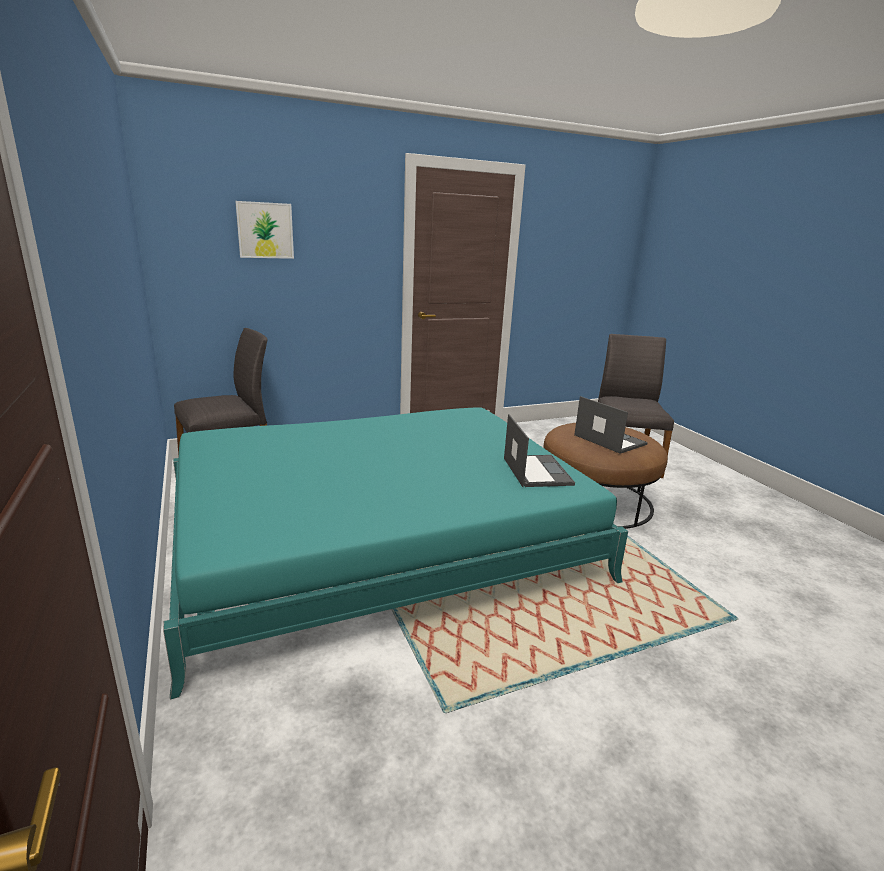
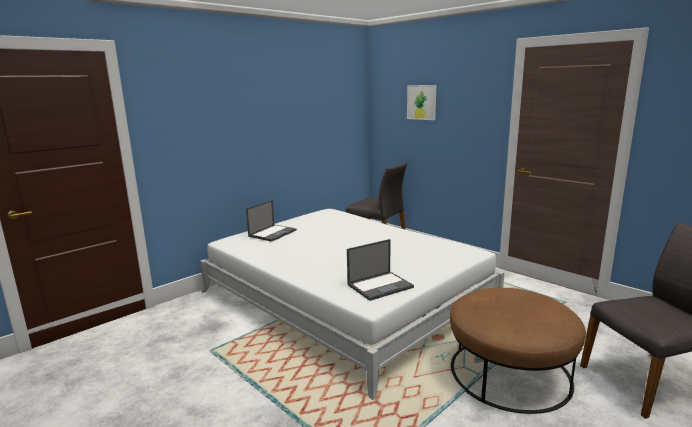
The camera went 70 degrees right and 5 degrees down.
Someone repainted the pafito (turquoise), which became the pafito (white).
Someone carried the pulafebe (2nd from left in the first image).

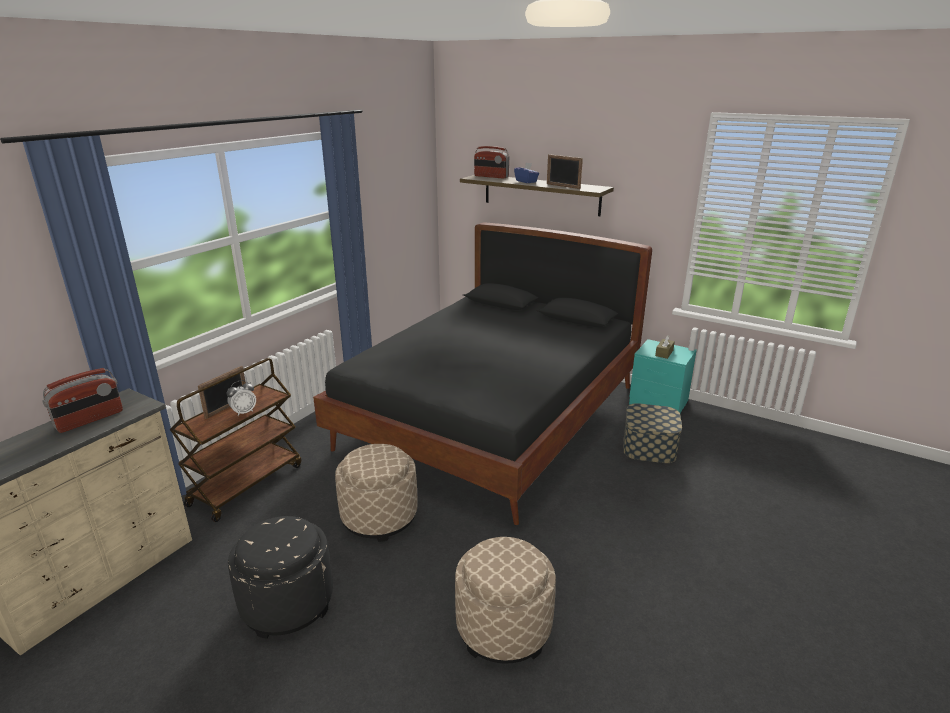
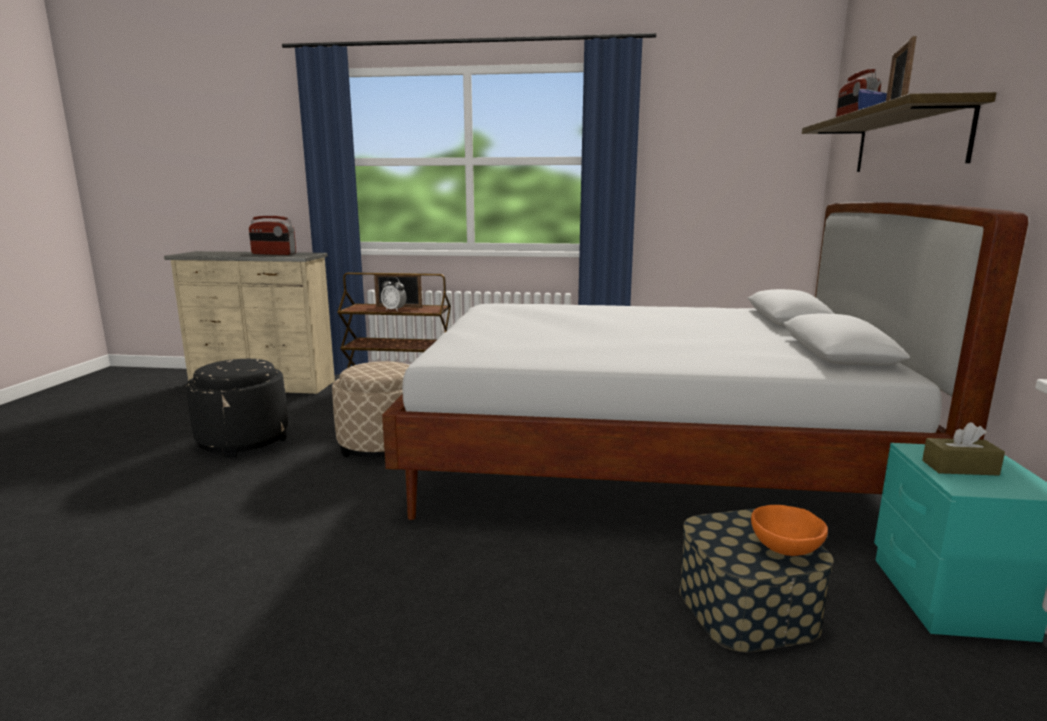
The camera went 65 degrees right and 10 degrees down.
Someone repainted the pafito (black), which became the pafito (white).
Someone put down the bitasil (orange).
Someone took away the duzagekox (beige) (2nd from left).

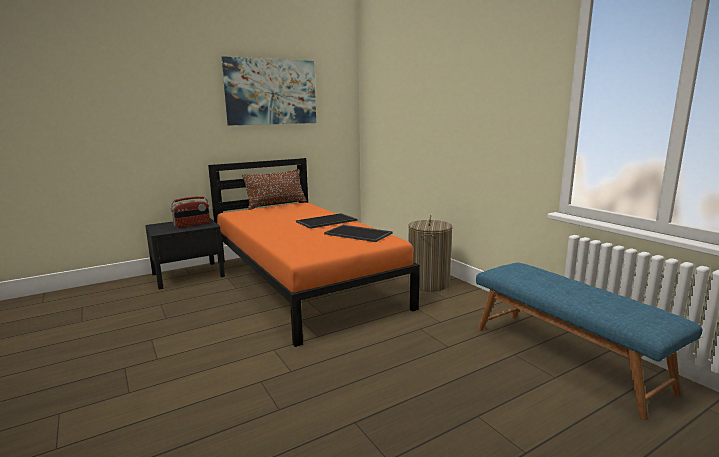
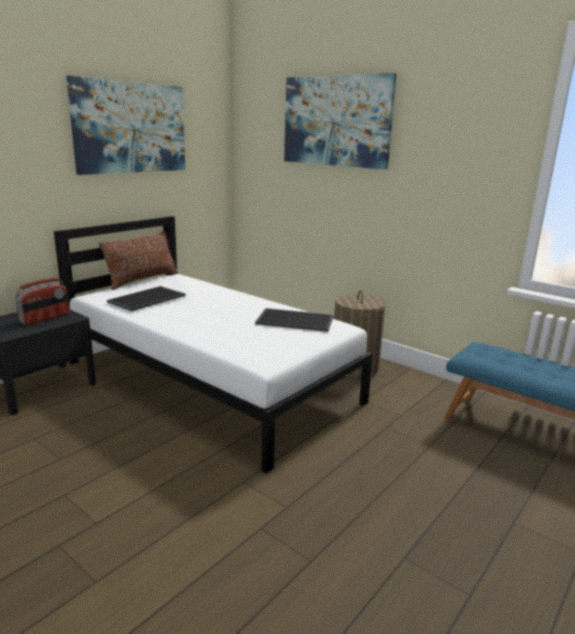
The camera went 20 degrees left and 5 degrees up.
Someone repainted the pafito (orange), which became the pafito (white).
Someone carried the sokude (1st from left).
Someone put up the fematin (2nd from left).

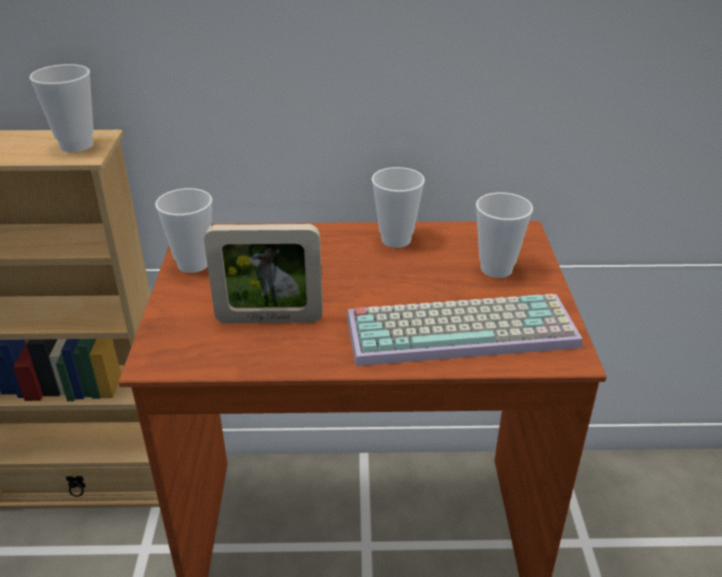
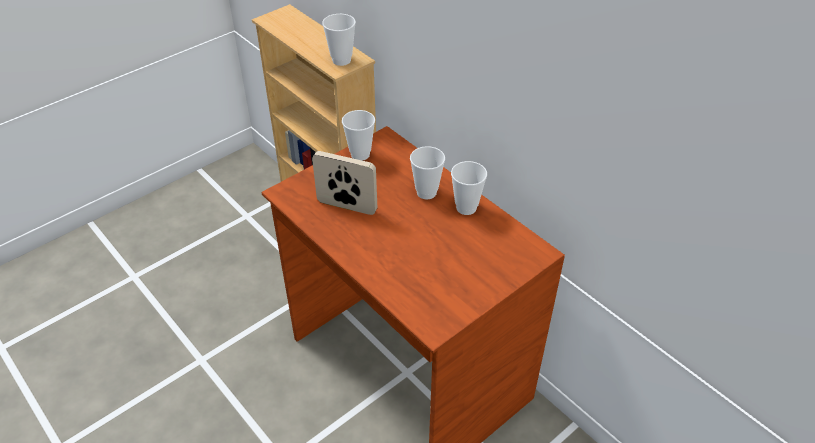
The camera went 50 degrees right and 10 degrees up.
Someone rotated the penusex by 150 degrees clockwise.
Someone carried the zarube (4th from left in the first image).
Someone took away the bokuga.

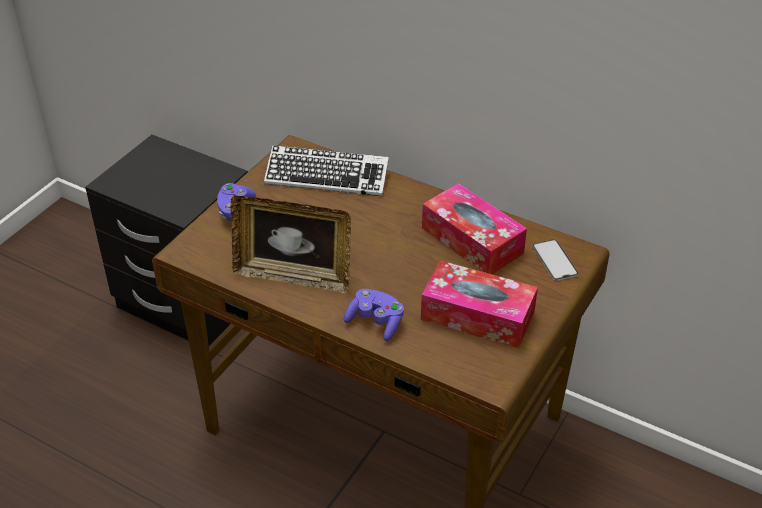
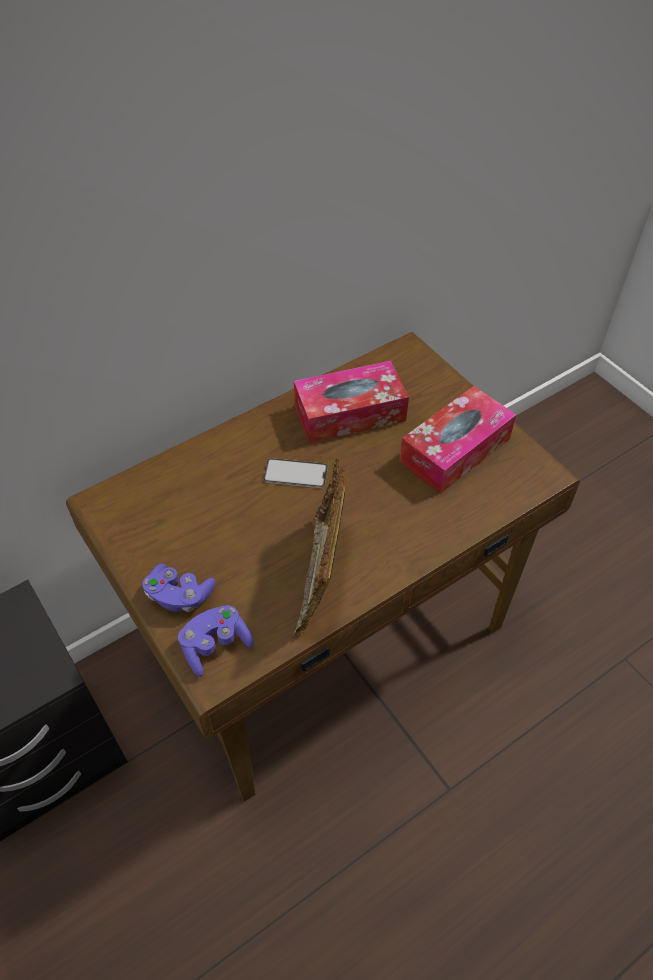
The camera went 65 degrees left and 10 degrees up.
Someone carried the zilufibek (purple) (2nd from left).
Someone carried the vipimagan.
Someone rotated the penusex by 150 degrees clockwise.
Someone took away the bokuga.

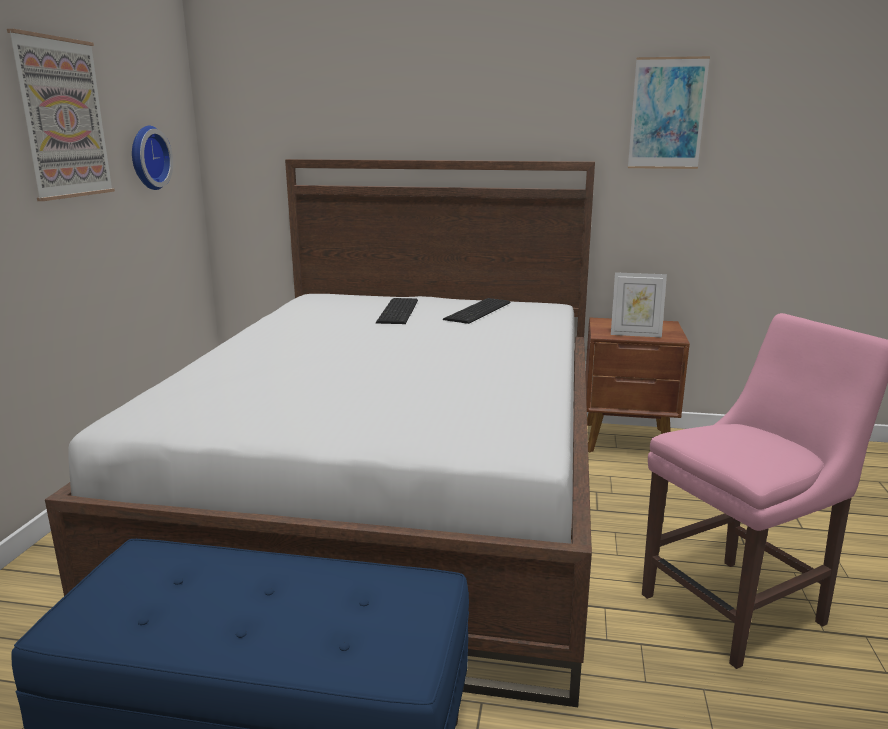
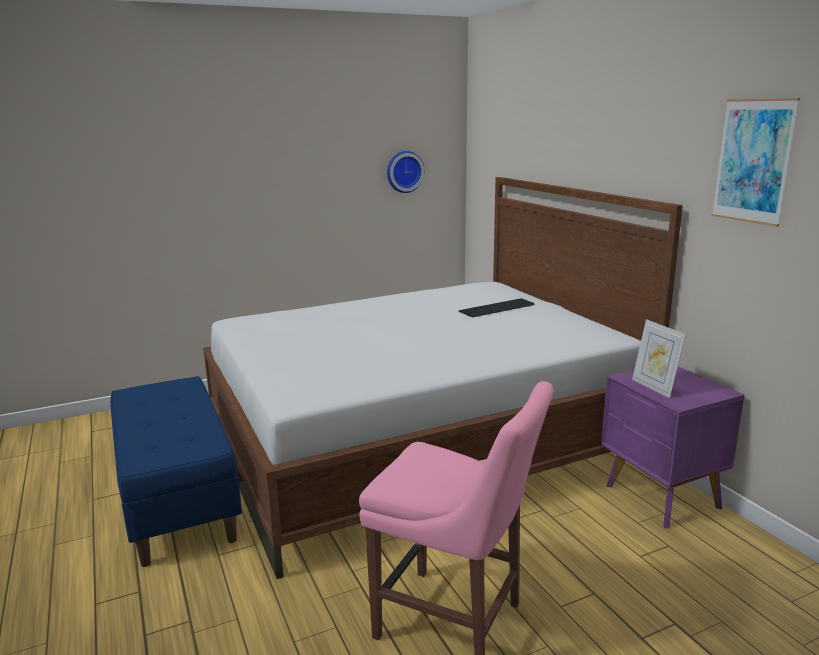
The camera went 55 degrees right and 0 degrees up.
Someone repainted the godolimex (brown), which became the godolimex (purple).
Someone took away the fematin (1st from left).
Someone took away the bokuga (2nd from left).

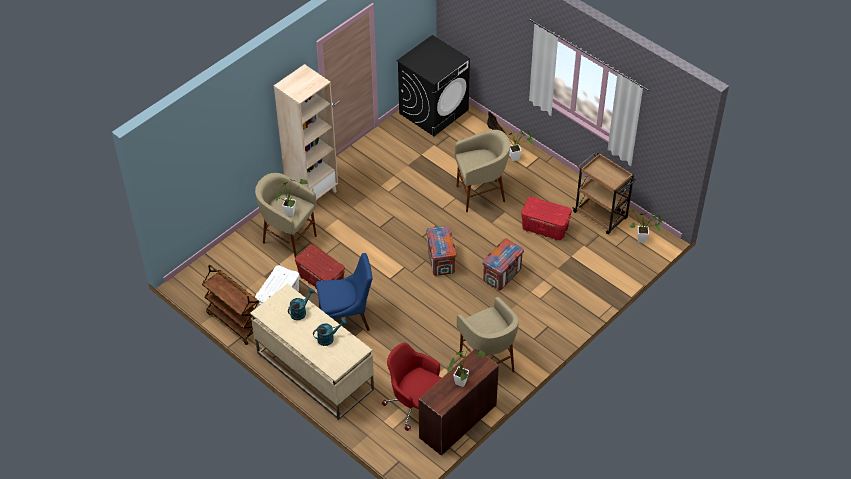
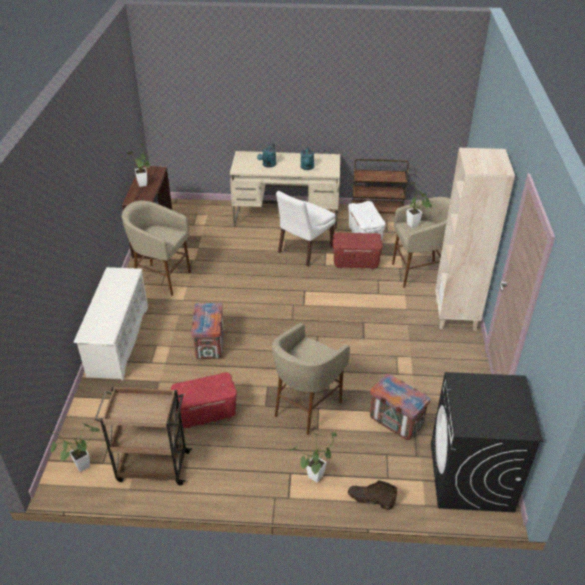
The camera went 140 degrees right and 10 degrees down.
Someone put down the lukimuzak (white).
Someone repainted the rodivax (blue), which became the rodivax (white).
Someone carried the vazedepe (1st from left in the first image).
Someone took away the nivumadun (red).

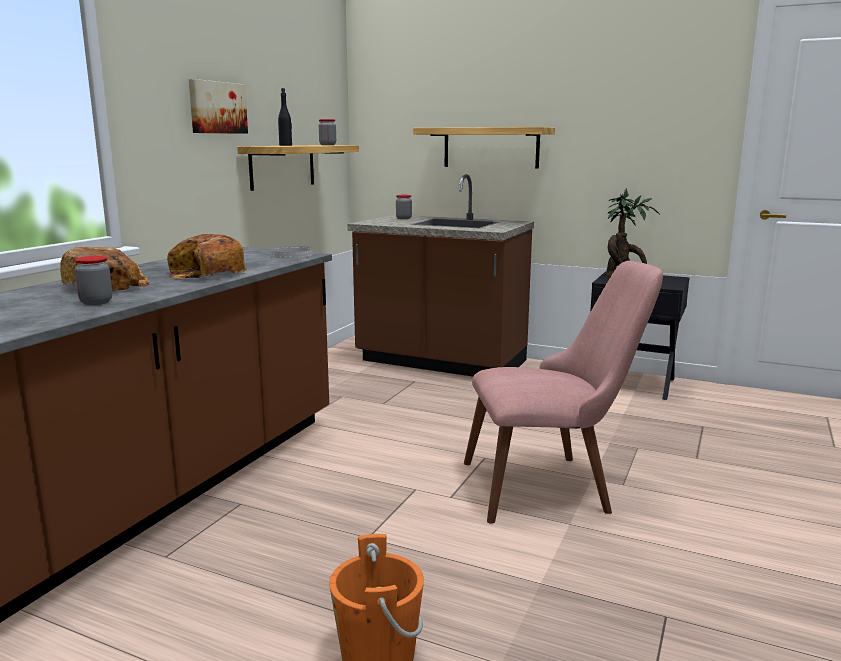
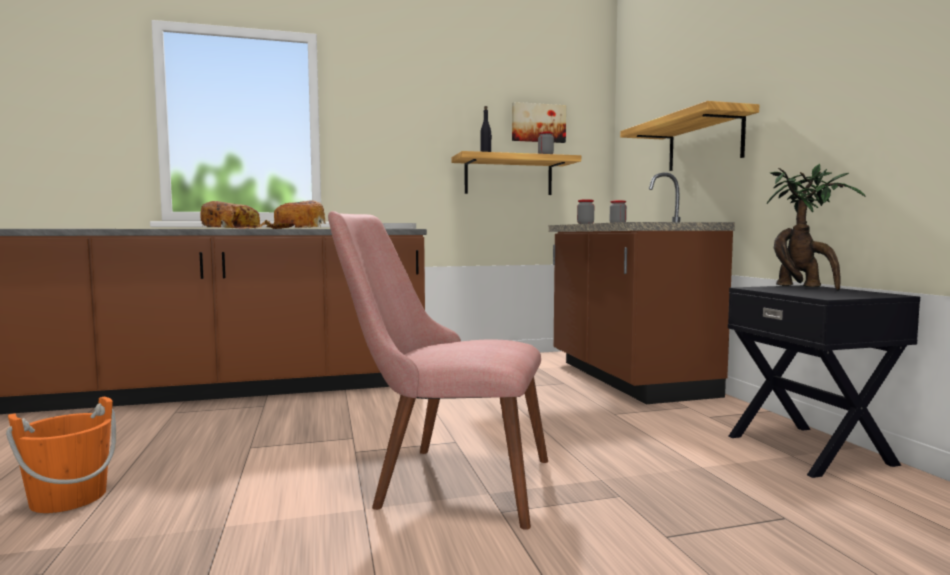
The camera went 50 degrees right and 10 degrees down.
Someone rotated the rodivax (pink) by 150 degrees clockwise.
Someone carried the fematin.
Someone carried the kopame (1st from left in the first image).

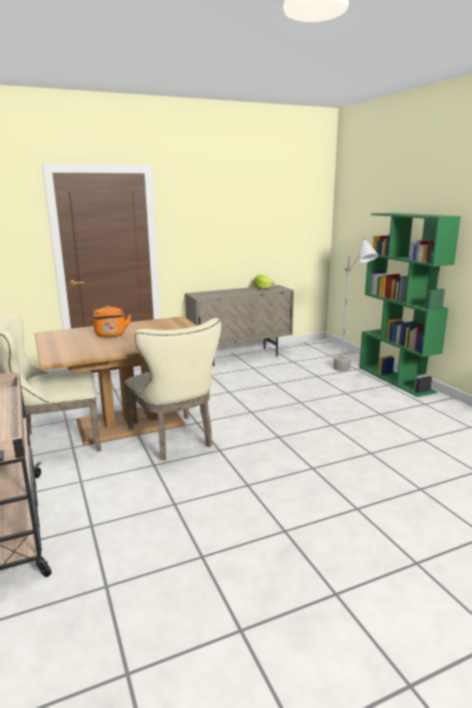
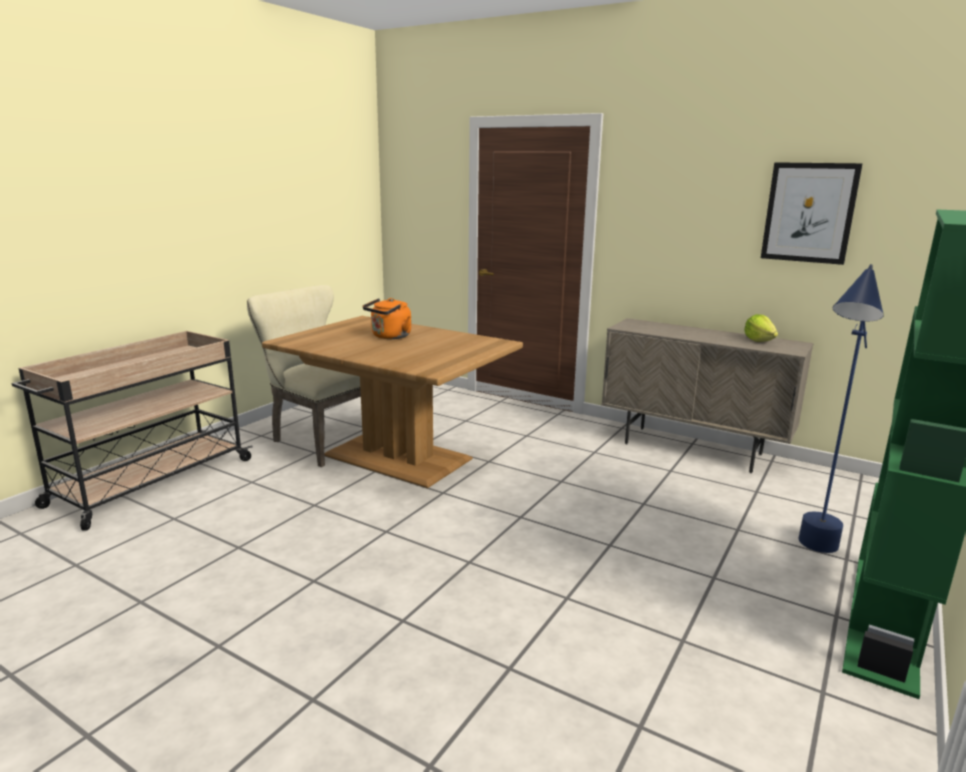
The camera went 55 degrees right and 0 degrees up.
Someone put up the fematin.
Someone repainted the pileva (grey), which became the pileva (blue).
Someone took away the rodivax (beige) (2nd from left).

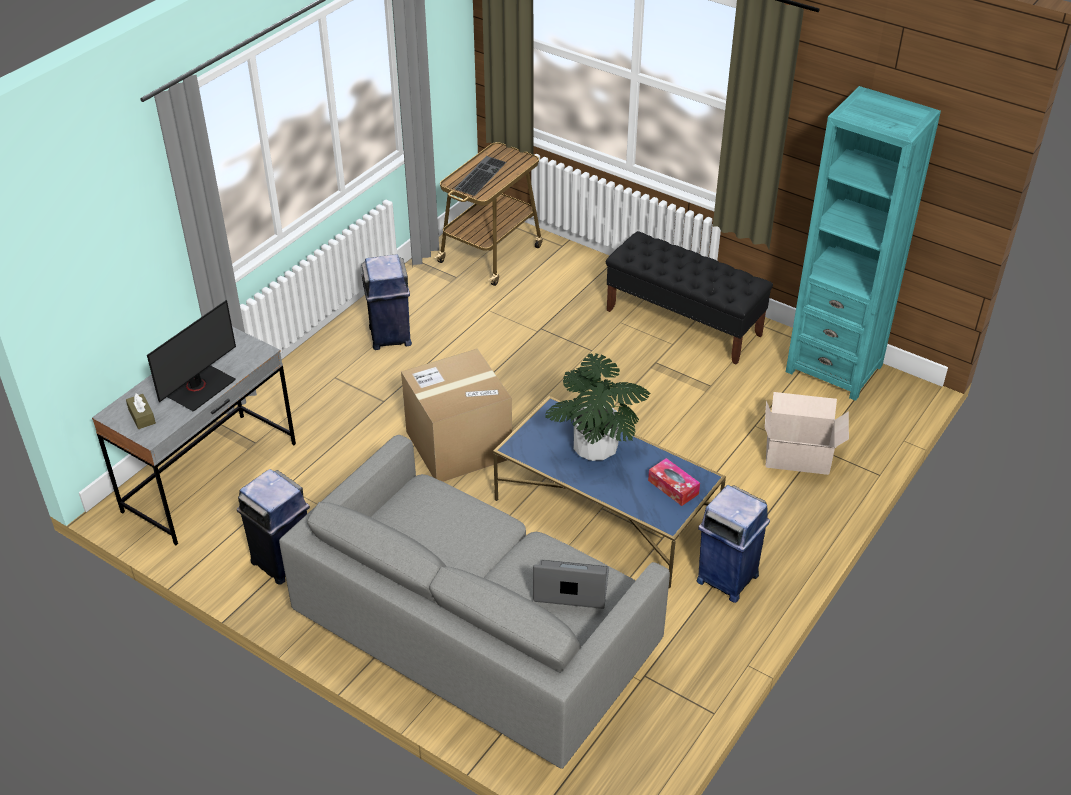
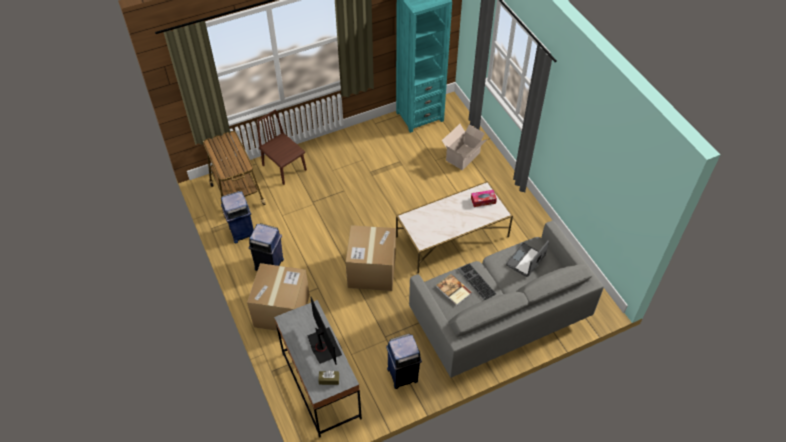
The camera went 60 degrees left and 10 degrees up.
Someone carried the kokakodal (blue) (3rd from left in the first image).
Someone put down the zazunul (1st from left).
Someone put down the rodivax (brown).
Someone repainted the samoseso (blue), which became the samoseso (white).
Someone put down the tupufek.
Someone carried the bokuga.
Someone took away the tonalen.
Someone took away the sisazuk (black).

